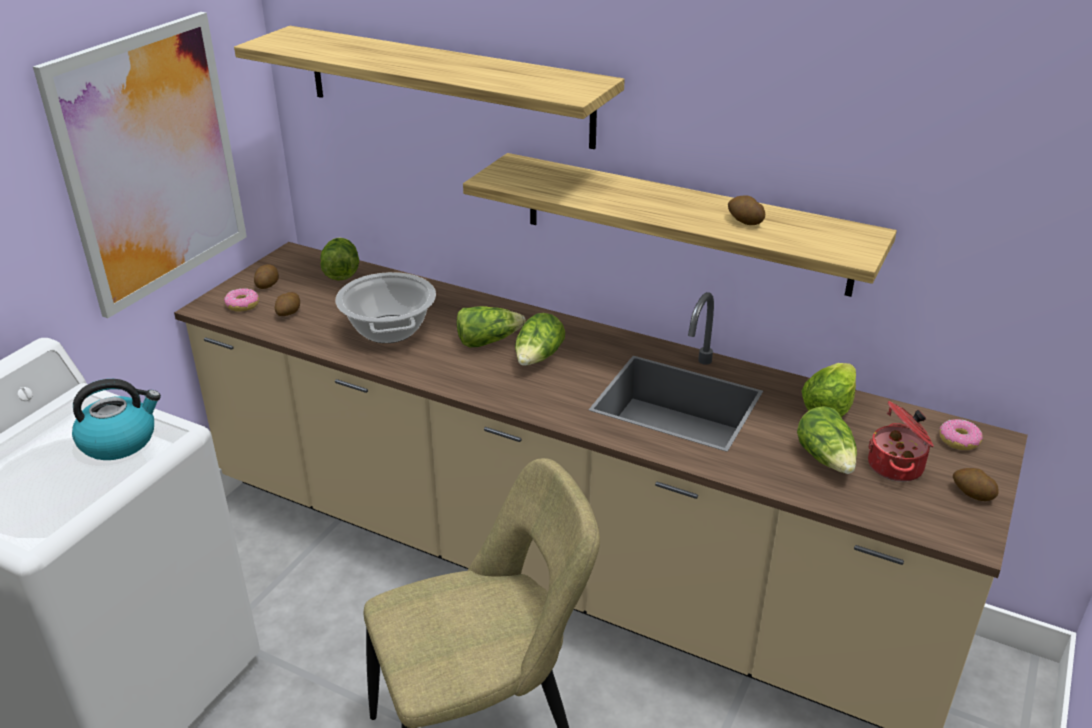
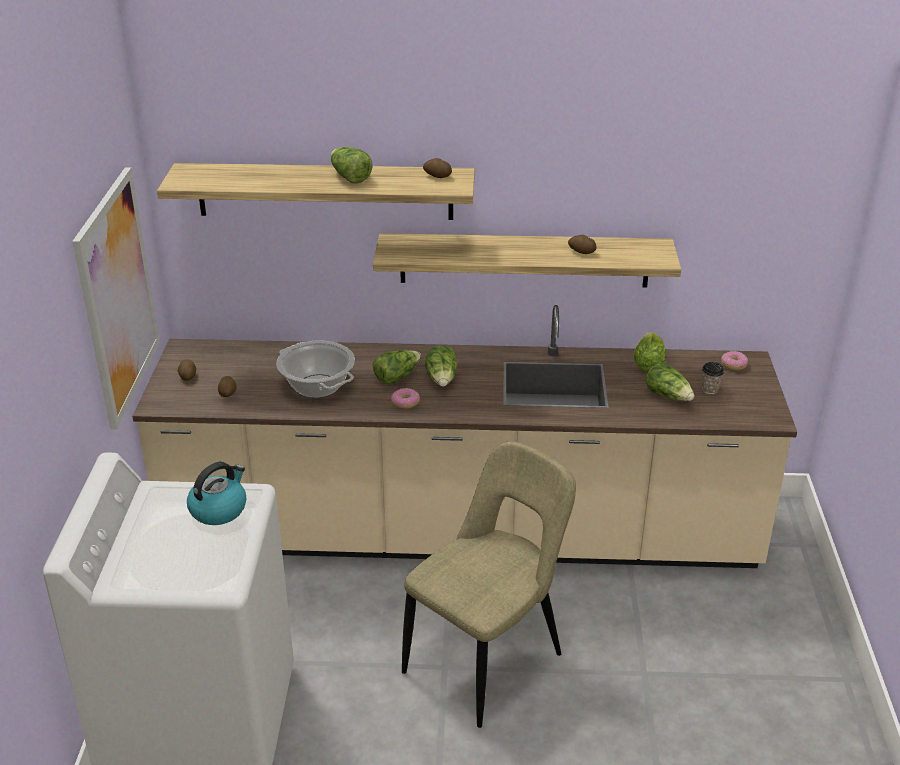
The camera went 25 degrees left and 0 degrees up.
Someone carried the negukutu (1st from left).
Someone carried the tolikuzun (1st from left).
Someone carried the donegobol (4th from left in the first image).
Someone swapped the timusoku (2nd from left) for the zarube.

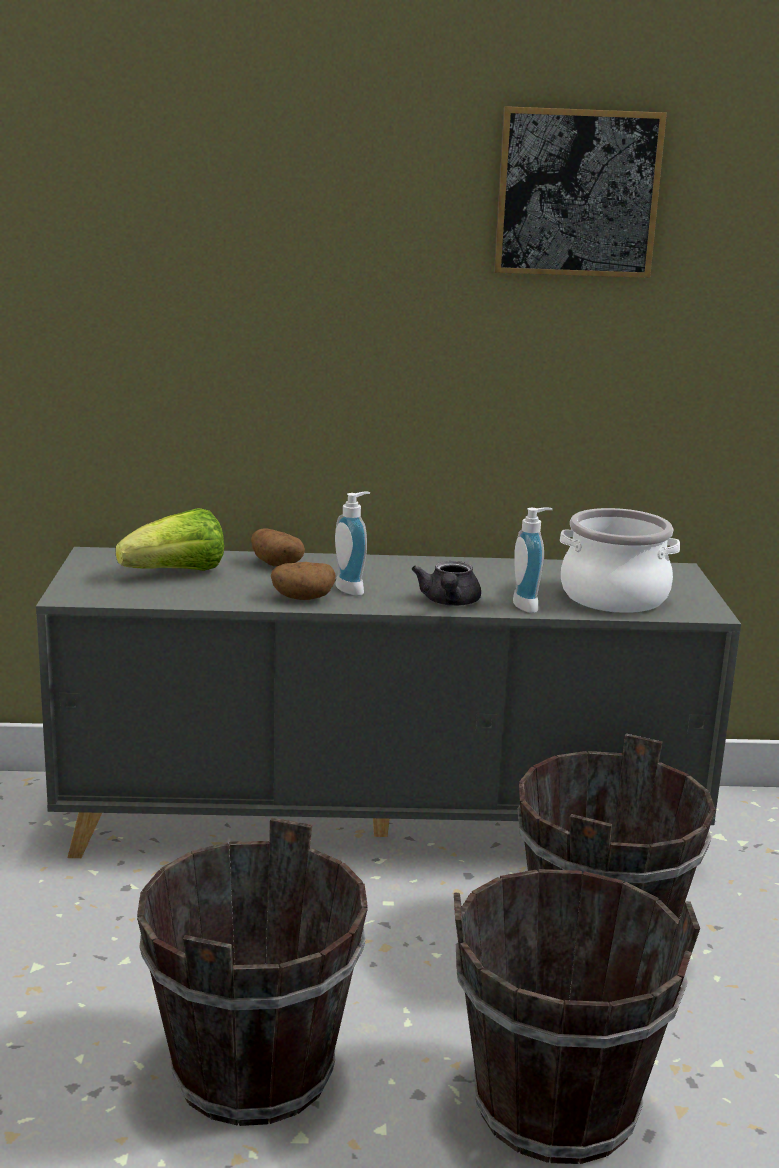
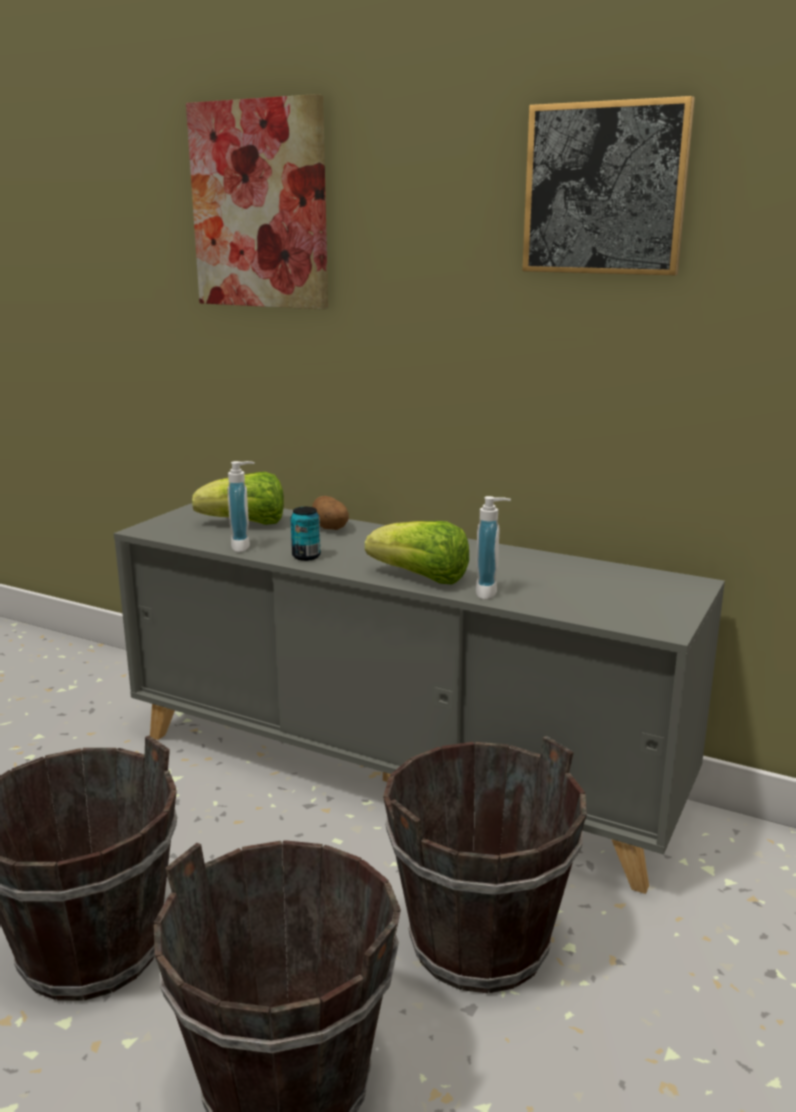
The camera went 30 degrees right and 0 degrees up.
Someone put up the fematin (1st from left).
Someone carried the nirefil (1st from left).
Someone swapped the donegobol (2nd from left) for the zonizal.
Someone swapped the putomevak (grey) for the negukutu (2nd from left).
Someone took away the timusoku.

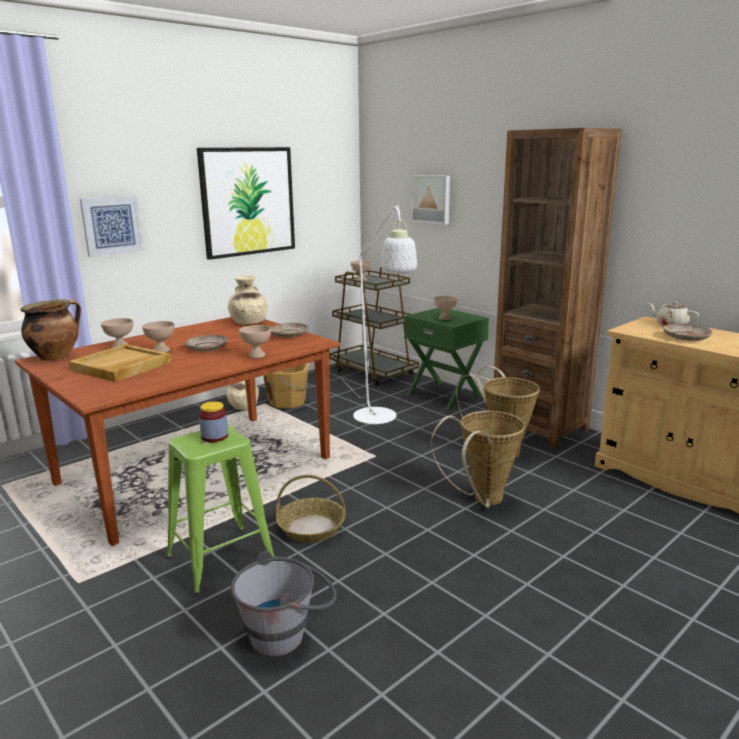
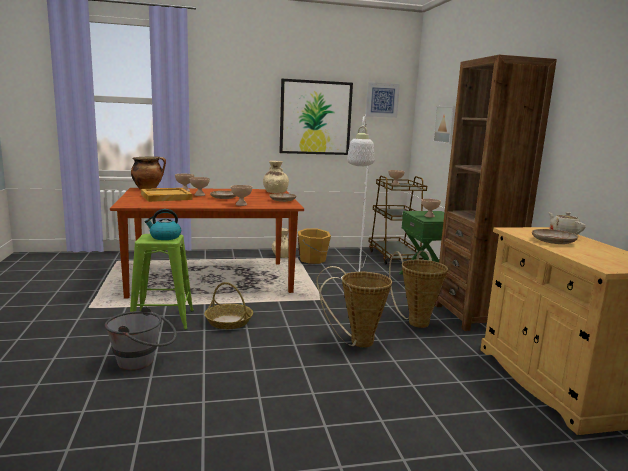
The camera went 30 degrees right and 5 degrees down.
Someone swapped the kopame for the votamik.
Someone carried the fematin (1st from left in the first image).

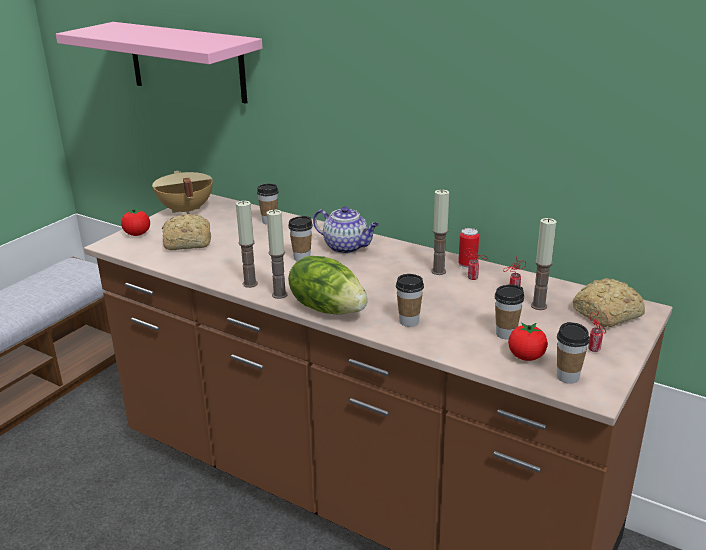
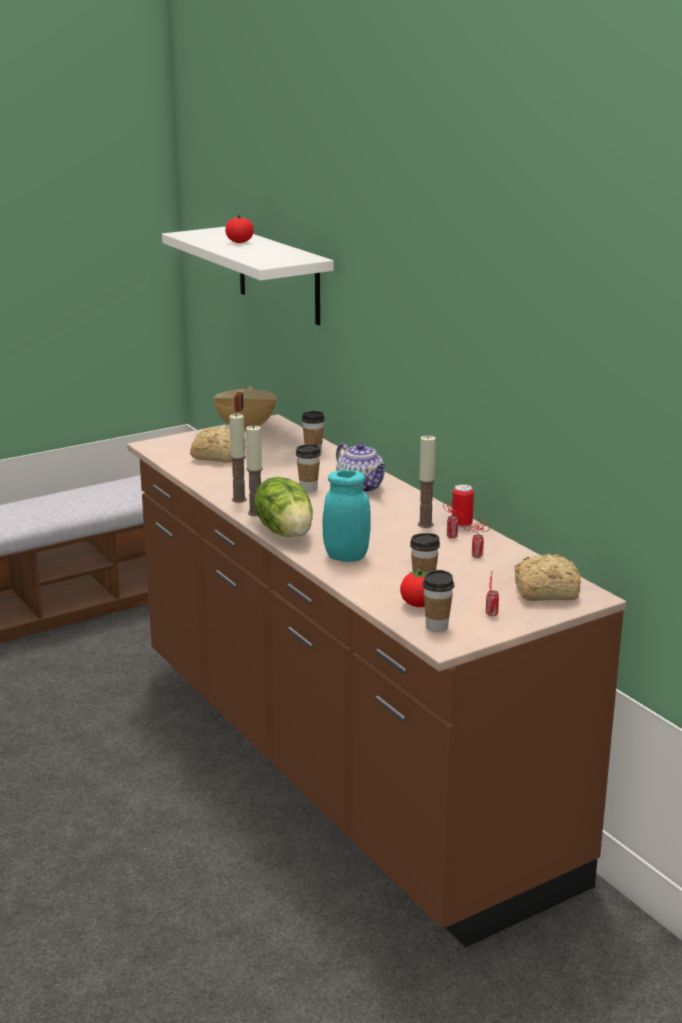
The camera went 25 degrees right and 5 degrees down.
Someone repainted the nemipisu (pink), which became the nemipisu (white).
Someone carried the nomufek (1st from left).
Someone swapped the zarube (3rd from left) for the kopame (turquoise).
Someone took away the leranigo (4th from left).

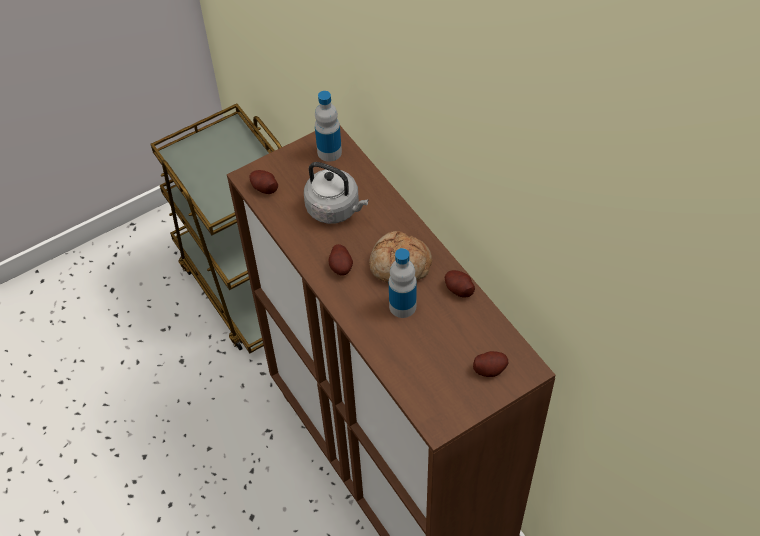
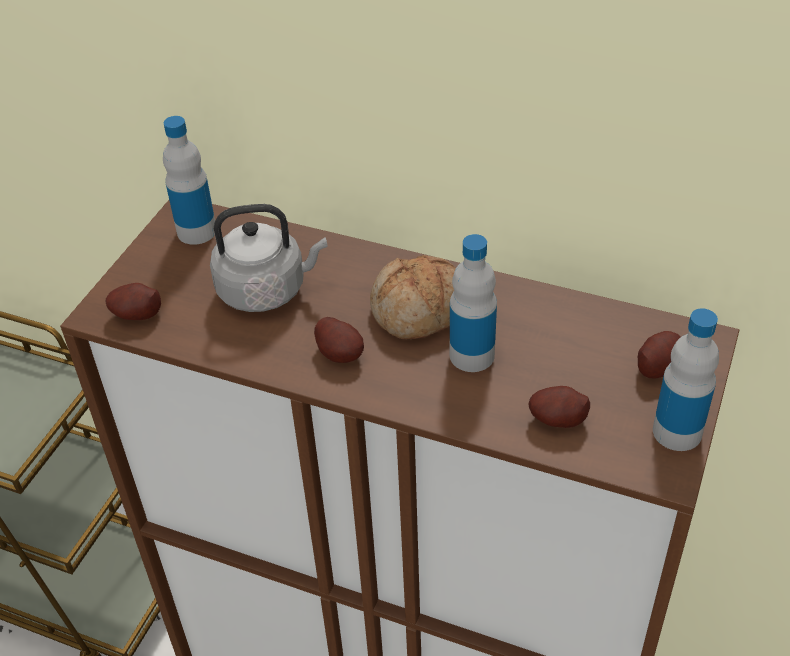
The camera went 35 degrees left and 10 degrees down.
Someone carried the donegobol (3rd from left).
Someone put down the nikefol (3rd from left).

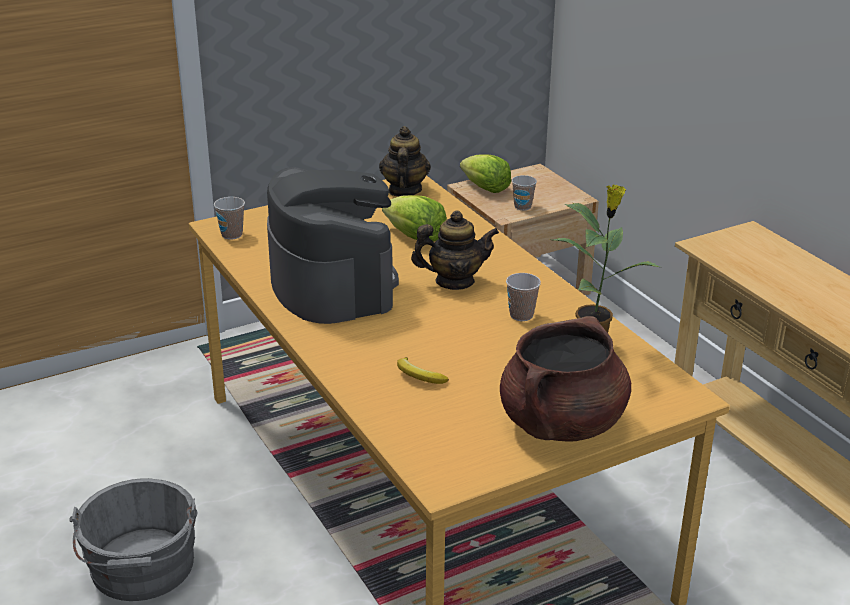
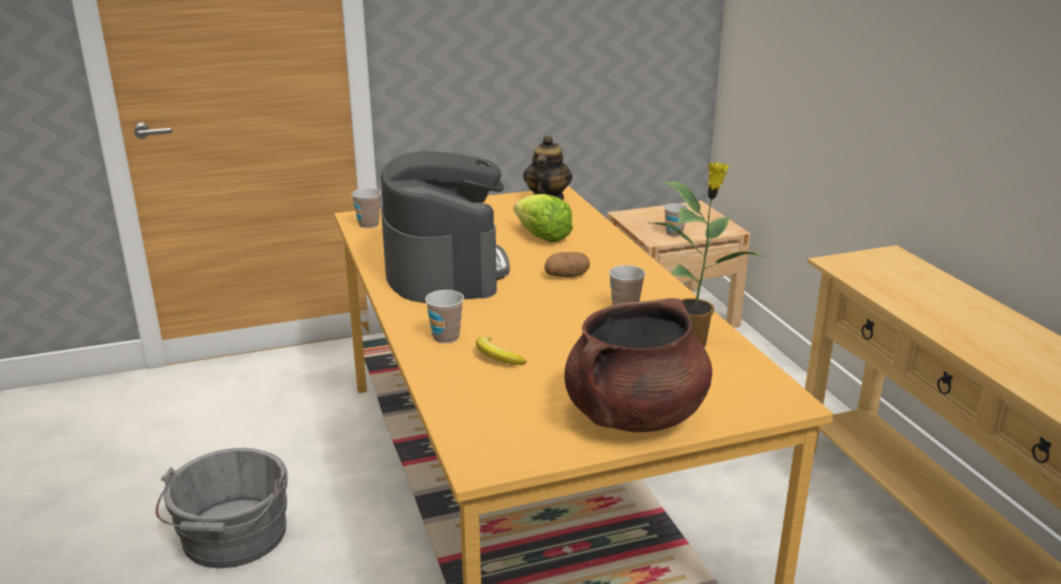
The camera went 10 degrees right and 5 degrees down.
Someone put down the zarube (2nd from left).
Someone swapped the putomevak (2nd from left) for the donegobol.
Someone took away the negukutu (2nd from left).

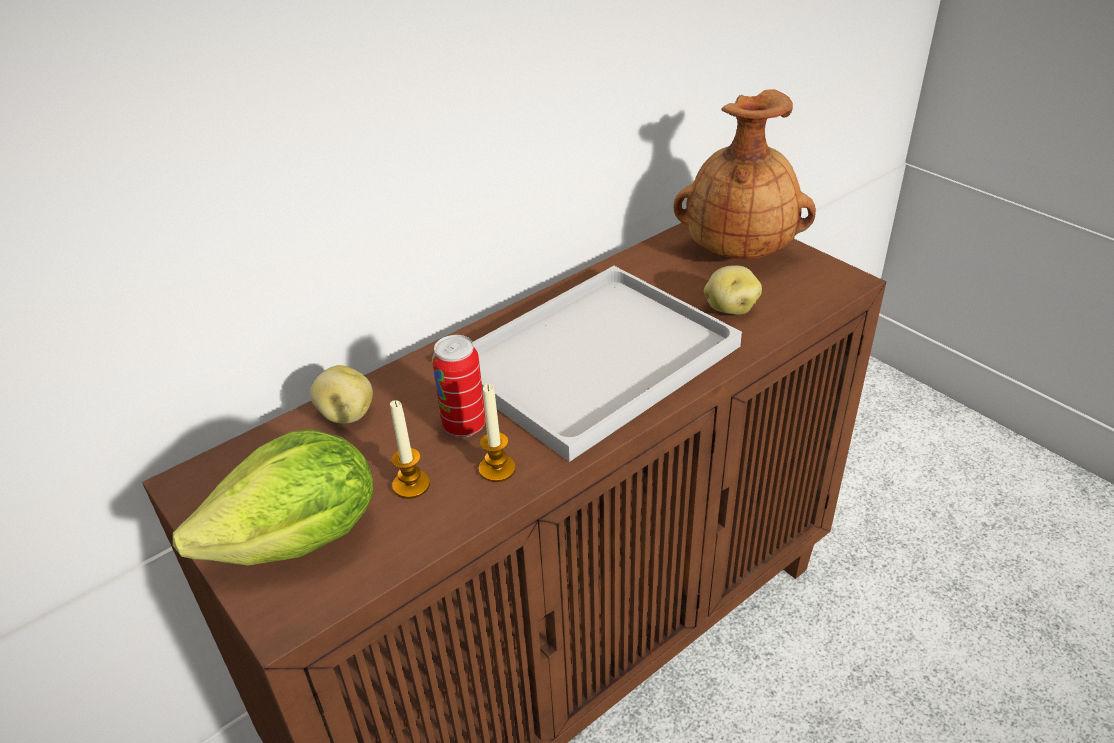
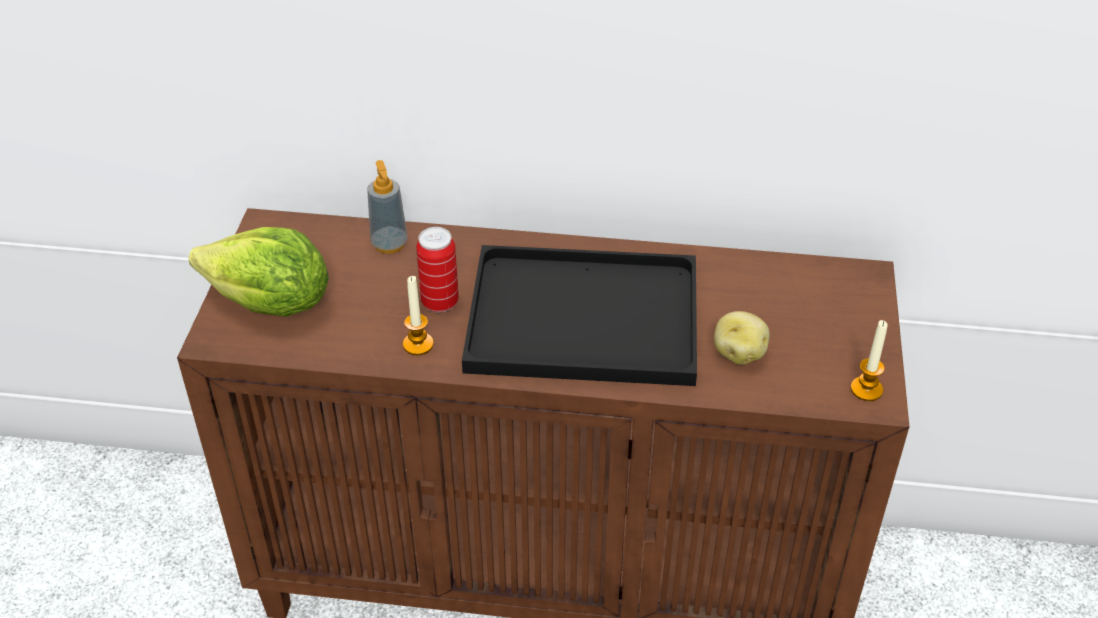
The camera went 45 degrees right and 5 degrees up.
Someone swapped the donegobol (1st from left) for the nirefil.
Someone repainted the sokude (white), which became the sokude (black).
Someone carried the leranigo (1st from left in the first image).
Someone took away the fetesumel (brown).

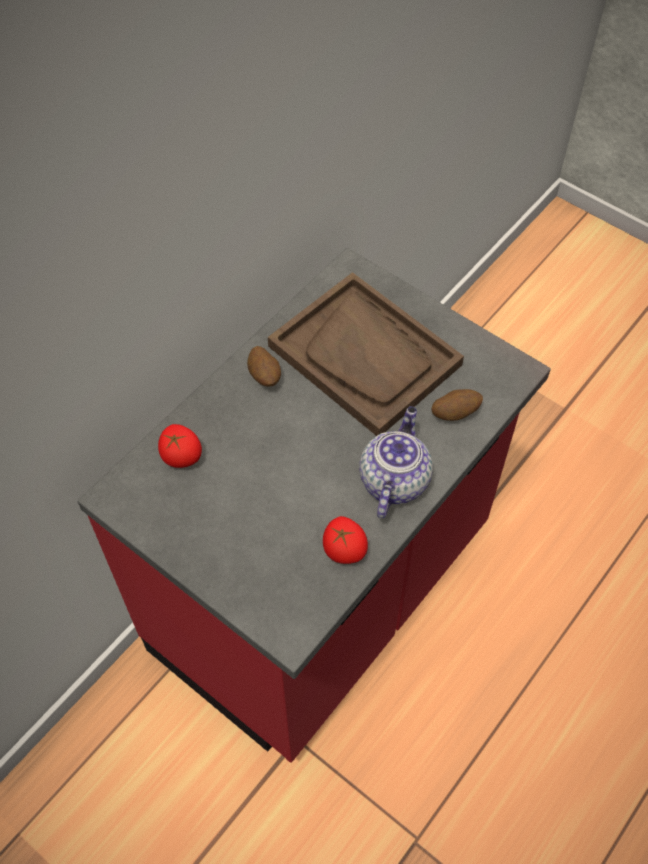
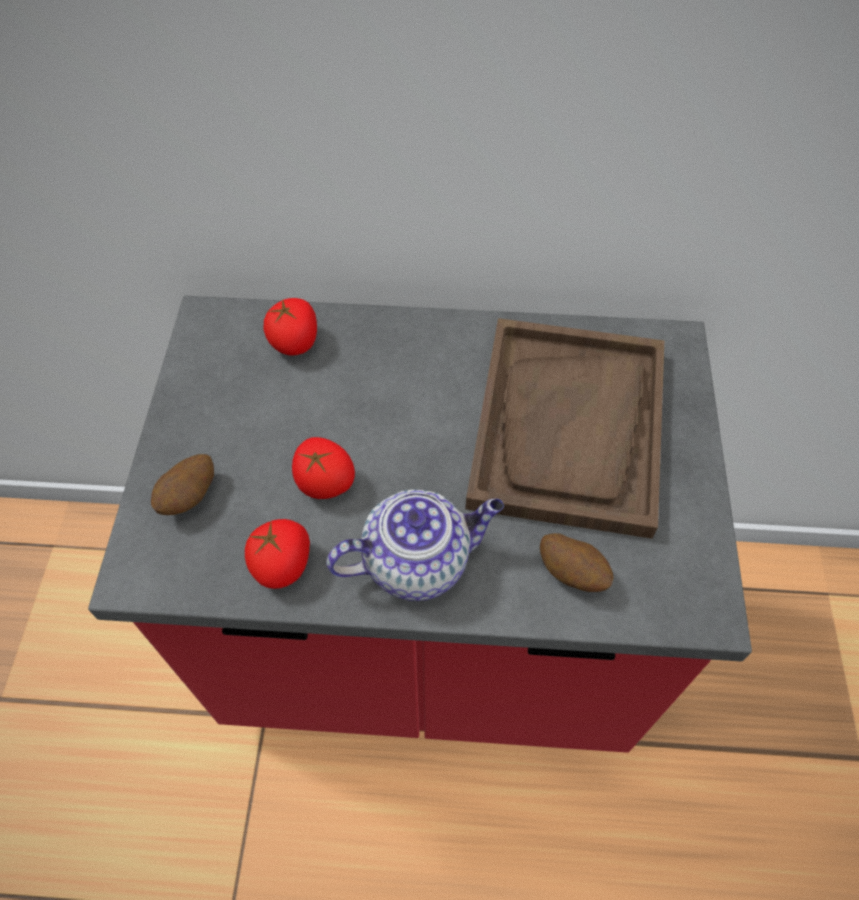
The camera went 55 degrees right and 0 degrees up.
Someone carried the donegobol (1st from left).
Someone put down the nomufek (3rd from left).

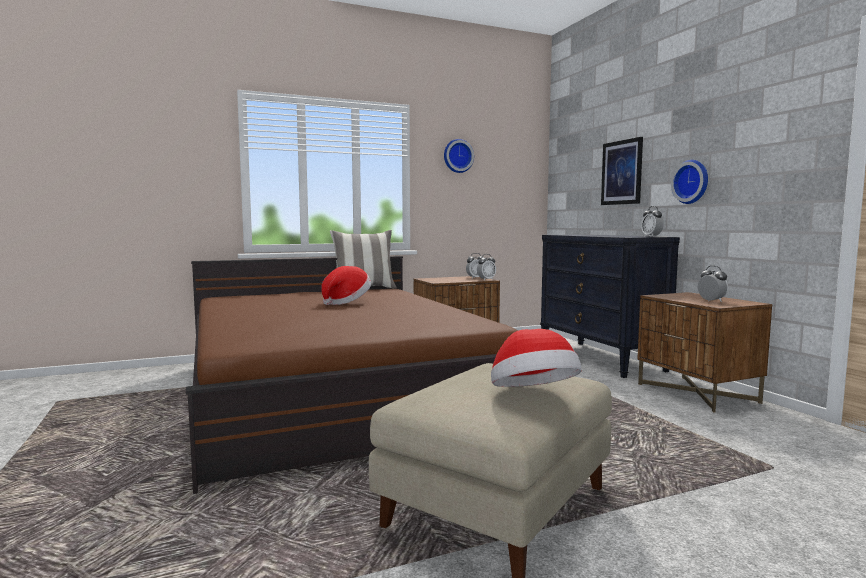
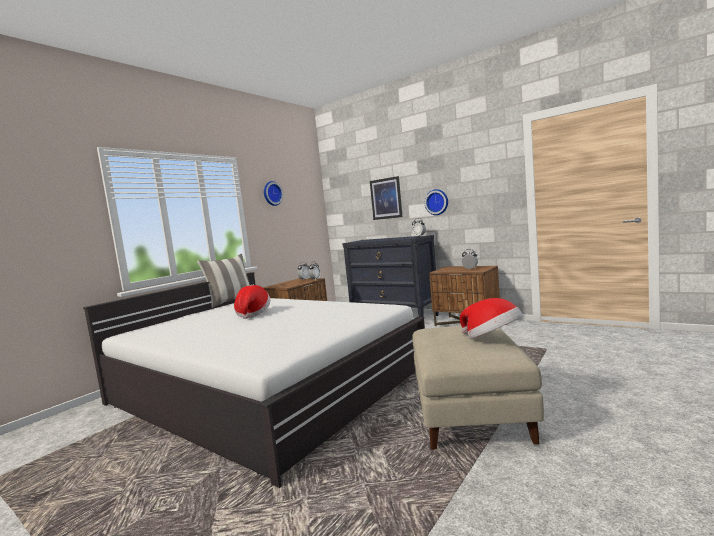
The camera went 30 degrees left and 0 degrees up.
Someone repainted the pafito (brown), which became the pafito (white).

